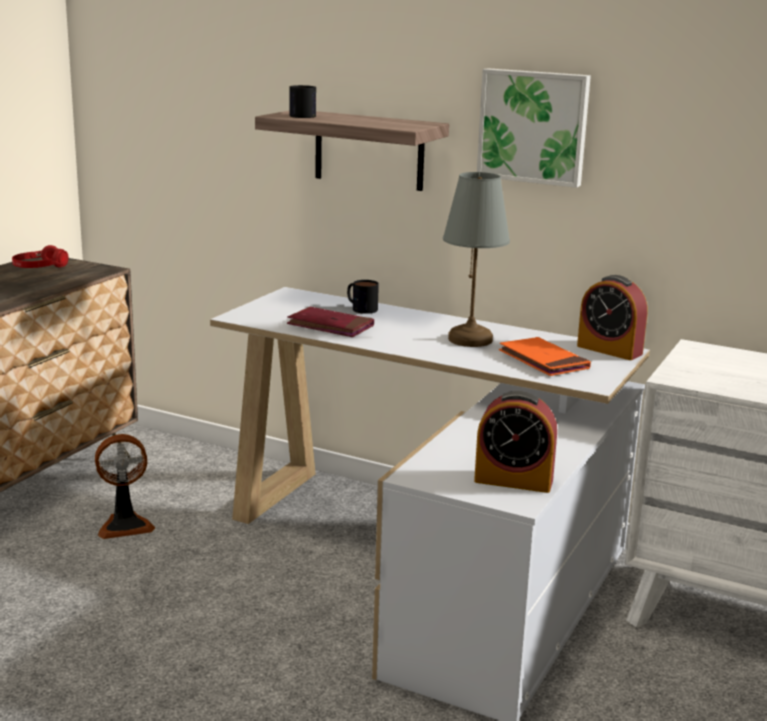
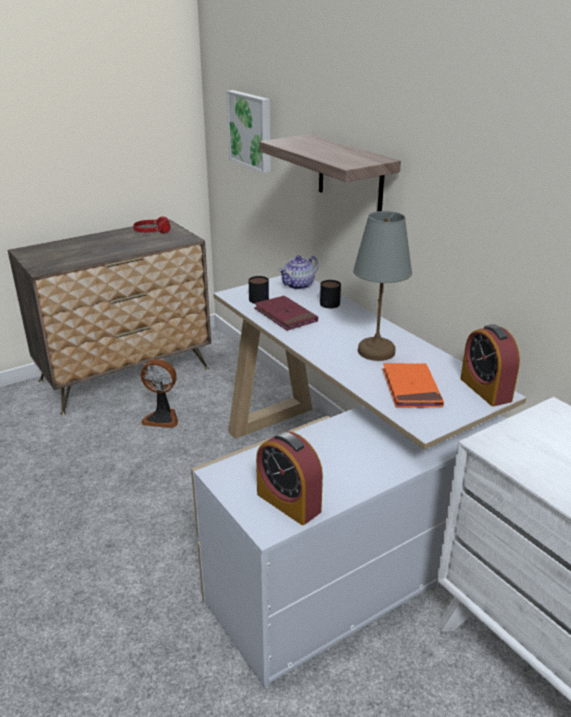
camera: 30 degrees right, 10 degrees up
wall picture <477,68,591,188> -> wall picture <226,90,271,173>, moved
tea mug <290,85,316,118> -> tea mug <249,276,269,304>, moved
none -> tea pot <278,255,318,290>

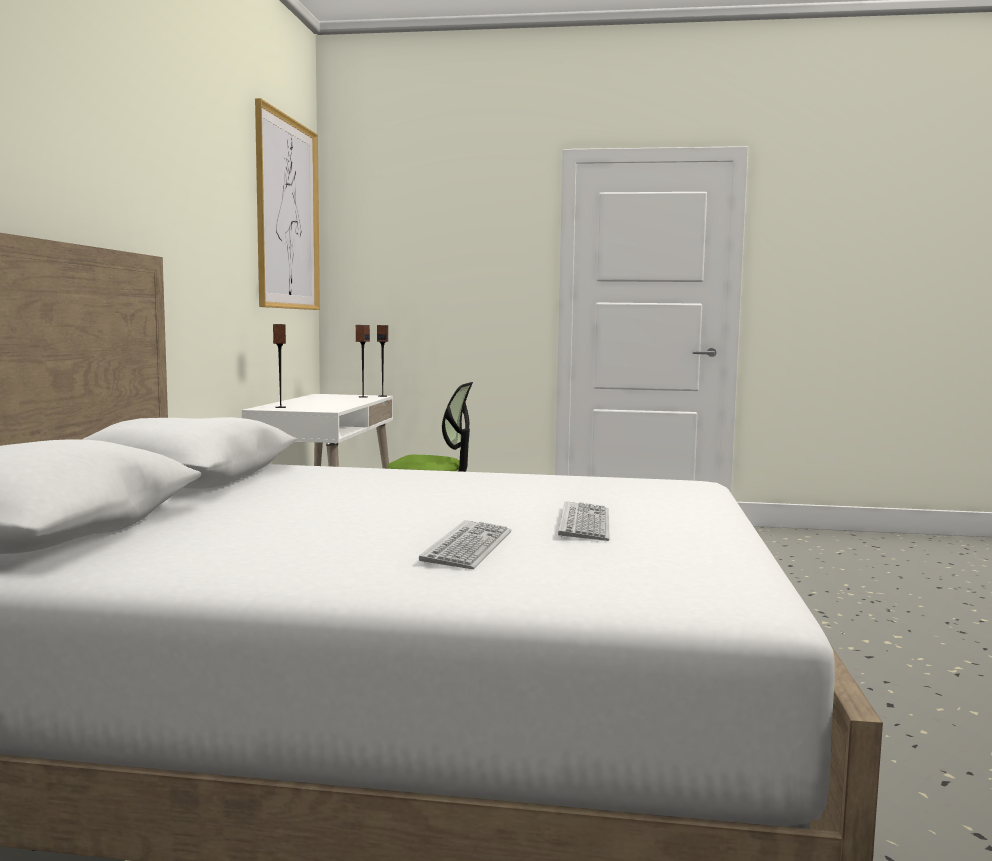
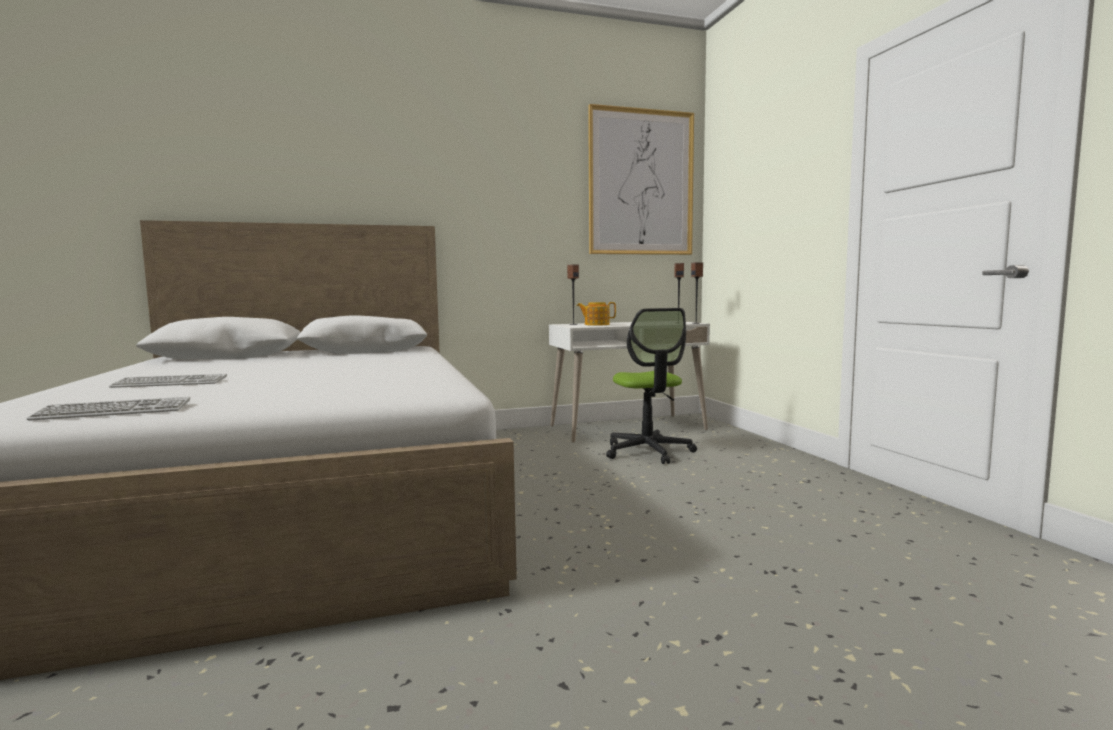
camera: 65 degrees right, 0 degrees up
computer keyboard <558,501,610,541> -> computer keyboard <27,397,190,421>, moved
none -> tea pot <577,302,616,326>

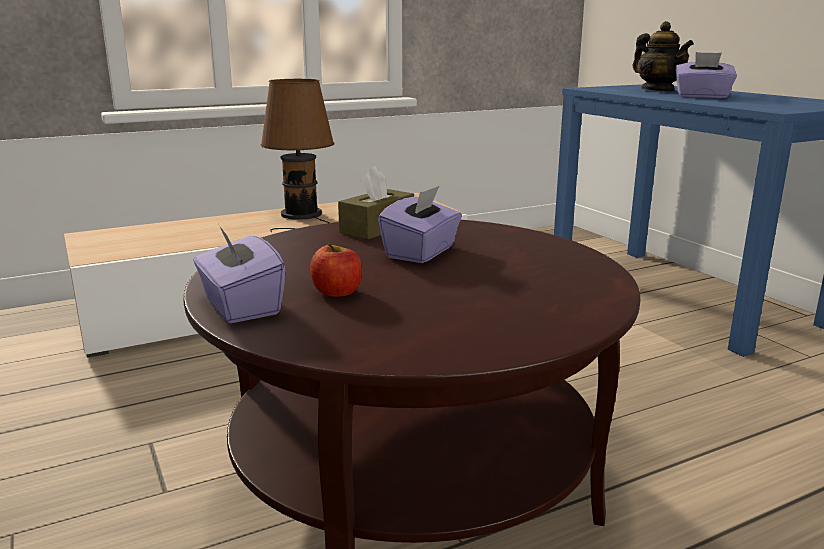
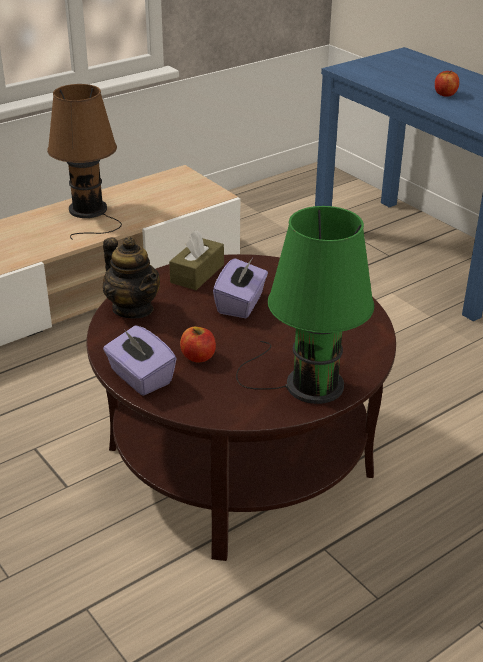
camera: 10 degrees left, 15 degrees up
tea pot <633,21,694,92> -> tea pot <103,237,160,318>, moved
purple-coloured tissue box <675,52,737,98> -> whole apple <435,70,459,97>
none -> green-coloured tabletop lamp <236,206,374,404>

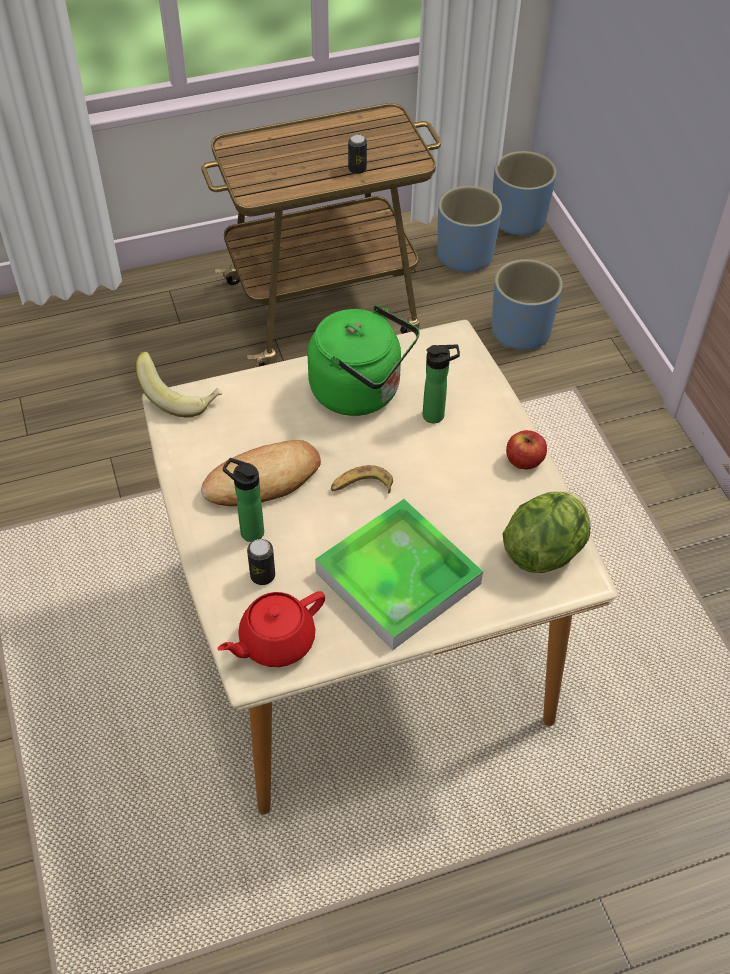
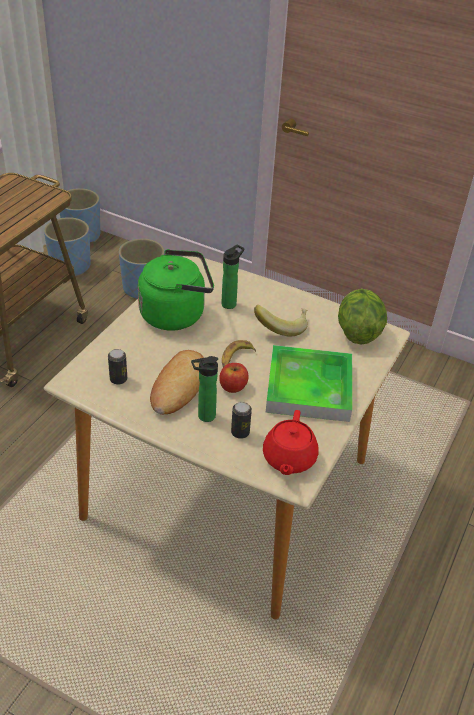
camera: 45 degrees left, 10 degrees down
metal can <348,134,367,174> -> metal can <108,349,127,385>, moved
whole banana <135,352,222,417> -> whole banana <254,305,308,336>, moved
whole apple <506,430,547,469> -> whole apple <219,363,249,393>, moved

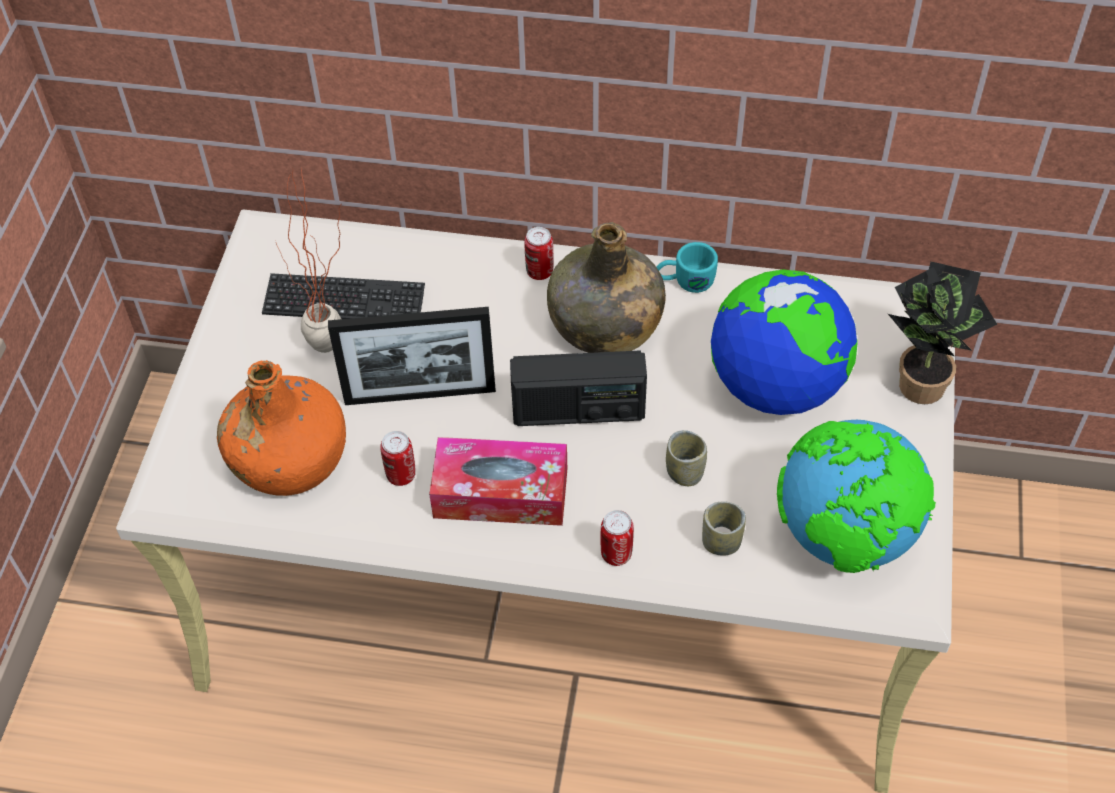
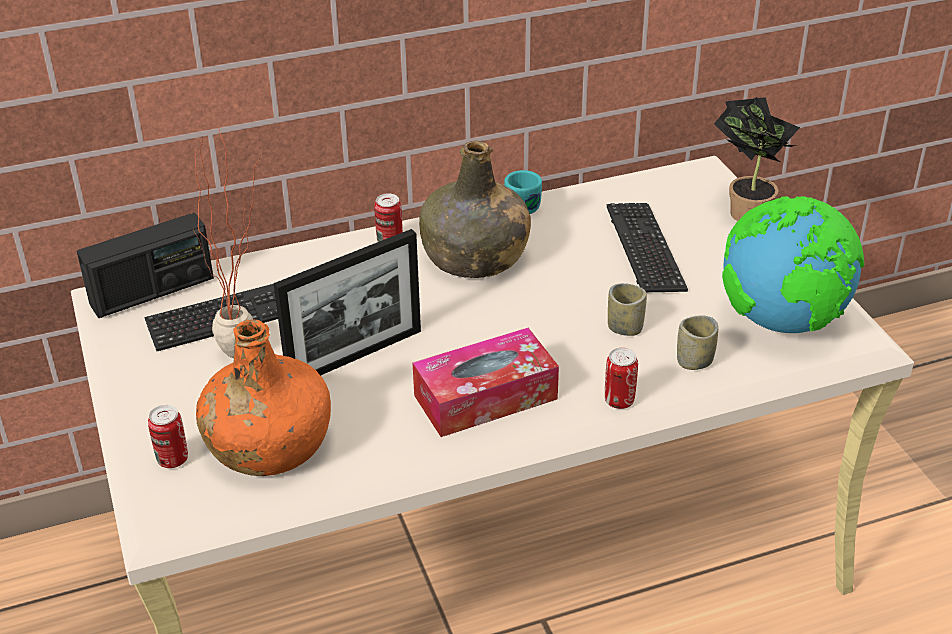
camera: 30 degrees left, 15 degrees down
world globe <711,270,858,415> -> computer keyboard <607,203,688,292>
radio receiver <510,350,647,426> -> radio receiver <77,213,214,318>, moved
metal can <380,431,416,486> -> metal can <148,405,188,468>, moved

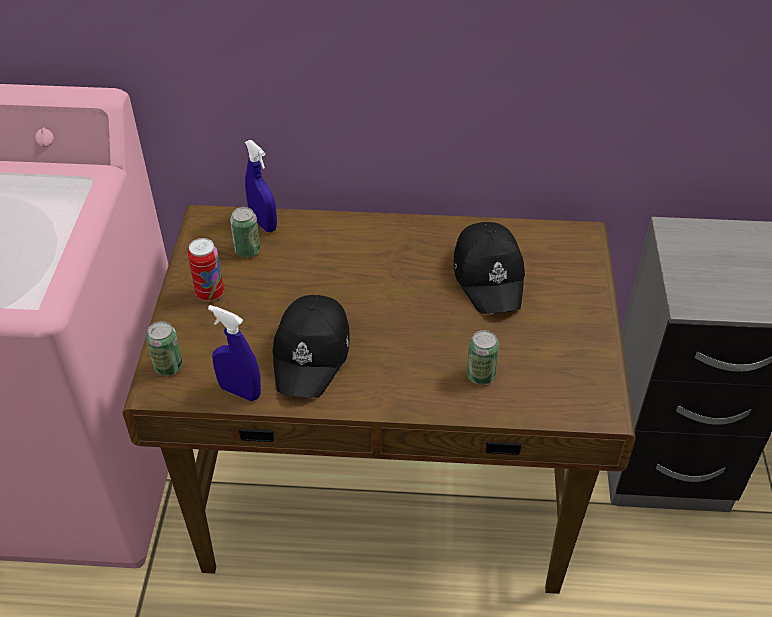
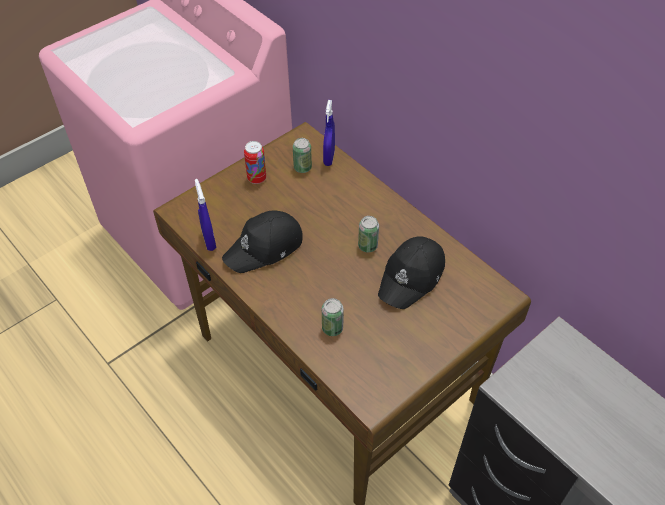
camera: 45 degrees right, 5 degrees up
metal can <146,321,183,376> -> metal can <358,216,379,252>, moved

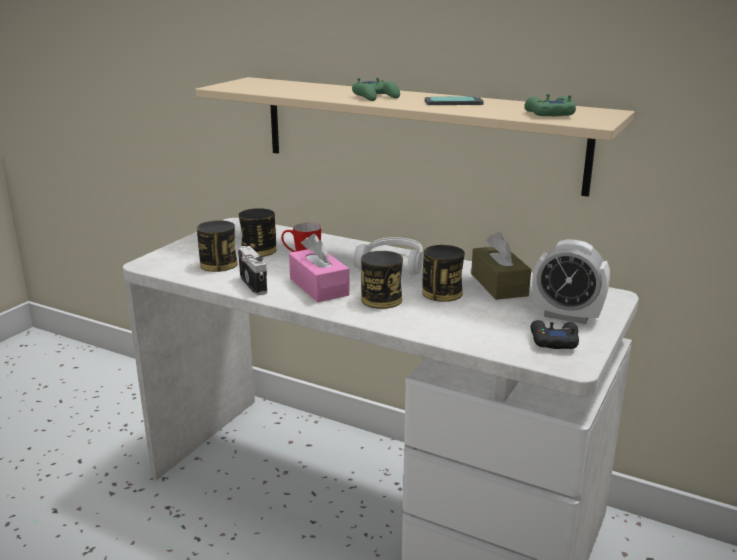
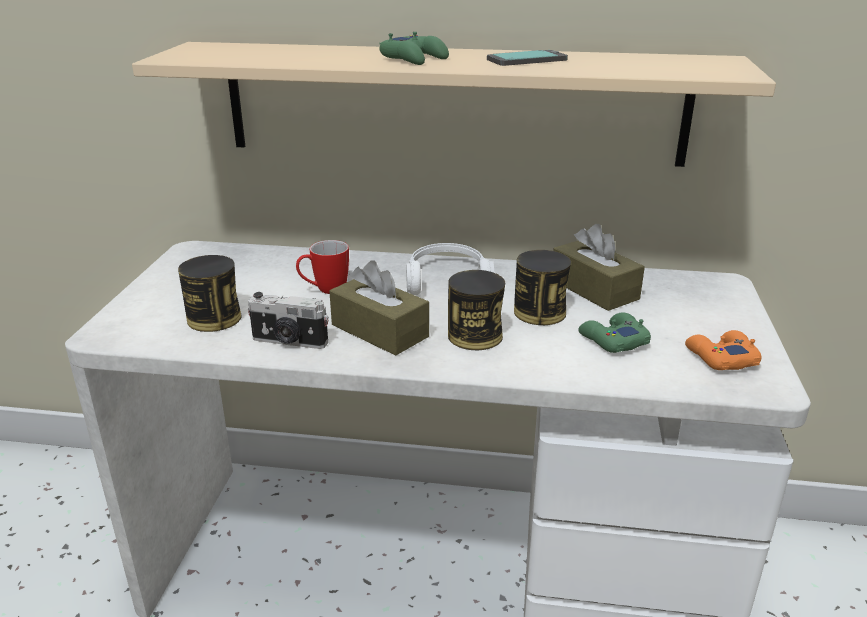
camera: 20 degrees left, 5 degrees up
green-coloured game controller <524,94,576,116> -> green-coloured game controller <578,312,651,353>, moved
metal can <239,208,276,257> -> none
pink-coloured tissue box <289,234,350,303> -> brown tissue box <329,261,429,356>
bedside clock <532,239,610,324> -> none
photo camera <238,246,267,295> -> photo camera <248,292,328,349>, 150 degrees clockwise
black-coloured game controller <530,320,579,349> -> orange-coloured game controller <685,330,761,370>

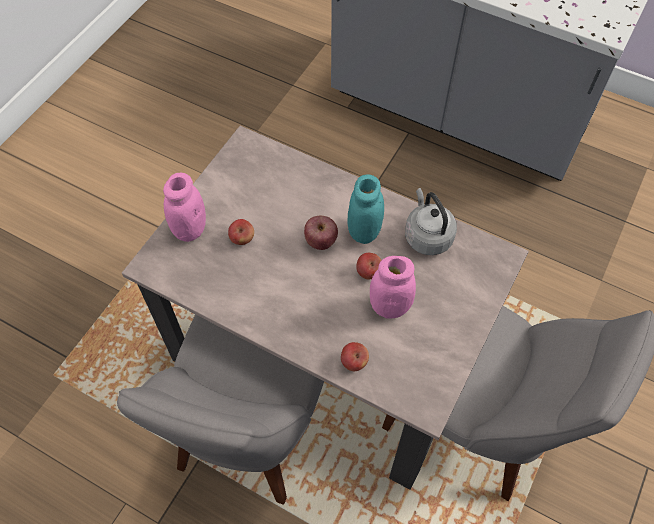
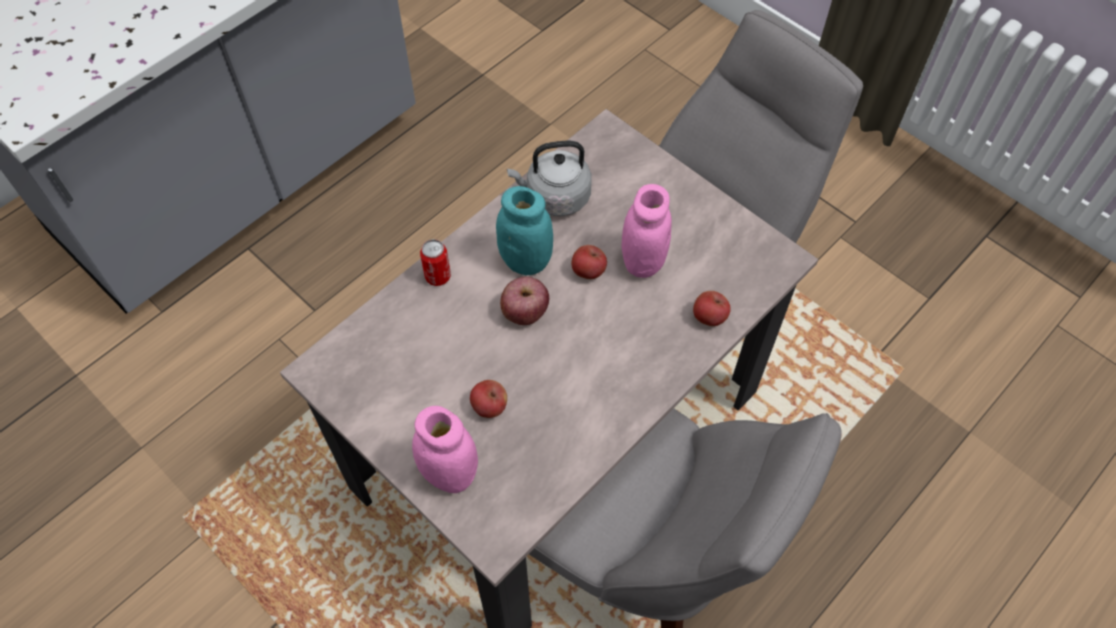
camera: 75 degrees left, 0 degrees up
none -> metal can <420,239,451,286>

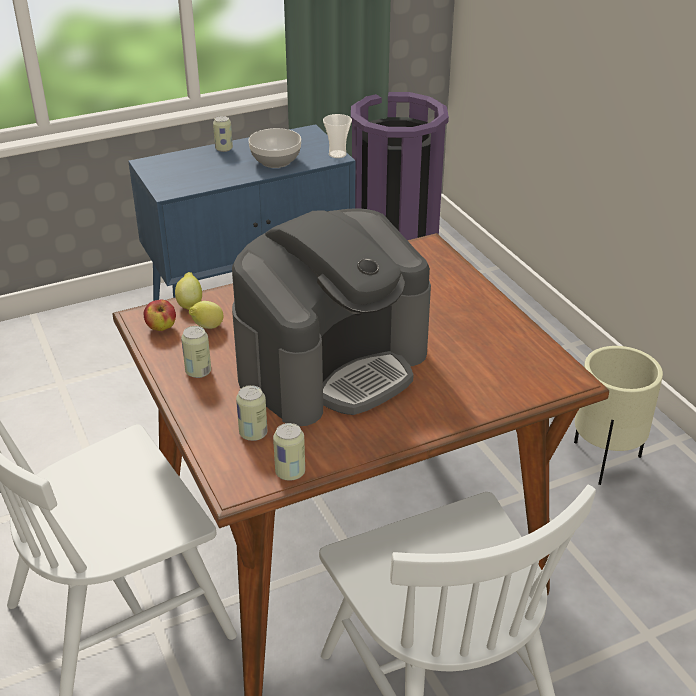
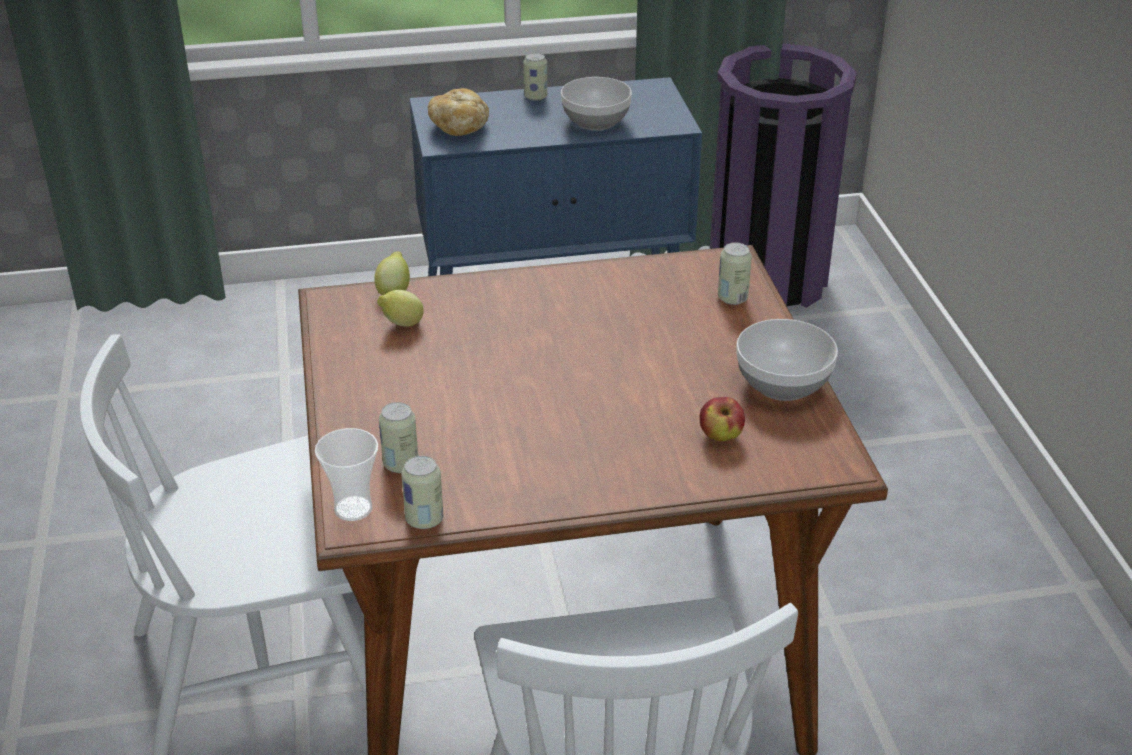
camera: 15 degrees right, 0 degrees up
cup <323,114,352,158> -> cup <315,428,378,521>, moved
coffee machine <232,208,431,426> -> none
whole apple <144,299,176,331> -> whole apple <699,397,745,441>, moved
metal can <181,326,211,378> -> metal can <718,242,752,305>, moved
beige plant pot <574,346,663,485> -> none
none -> baked bread <428,88,489,136>
none -> deep dish <736,319,838,401>

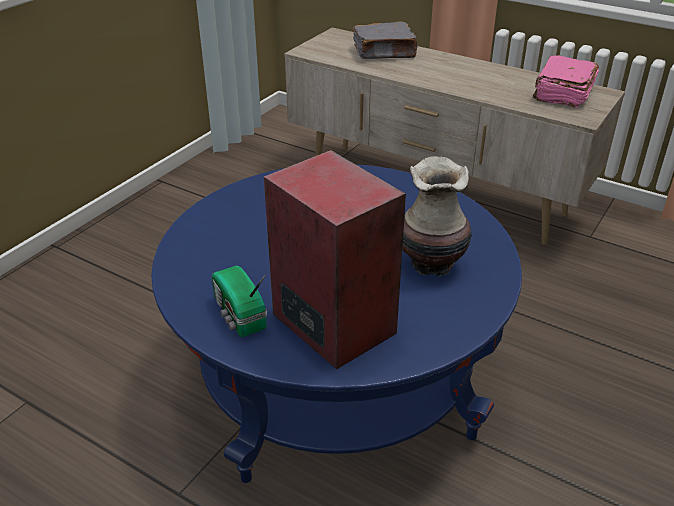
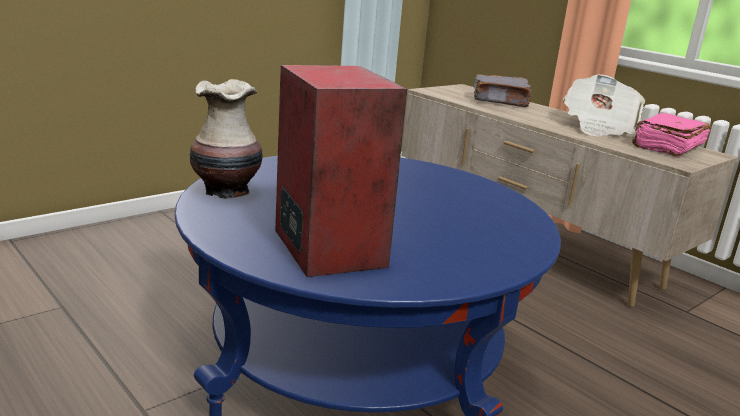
camera: 15 degrees right, 15 degrees down
flower vase <402,156,472,276> -> flower vase <190,79,263,199>, moved
radio receiver <212,266,267,337> -> none
none -> newspaper <563,74,645,136>

